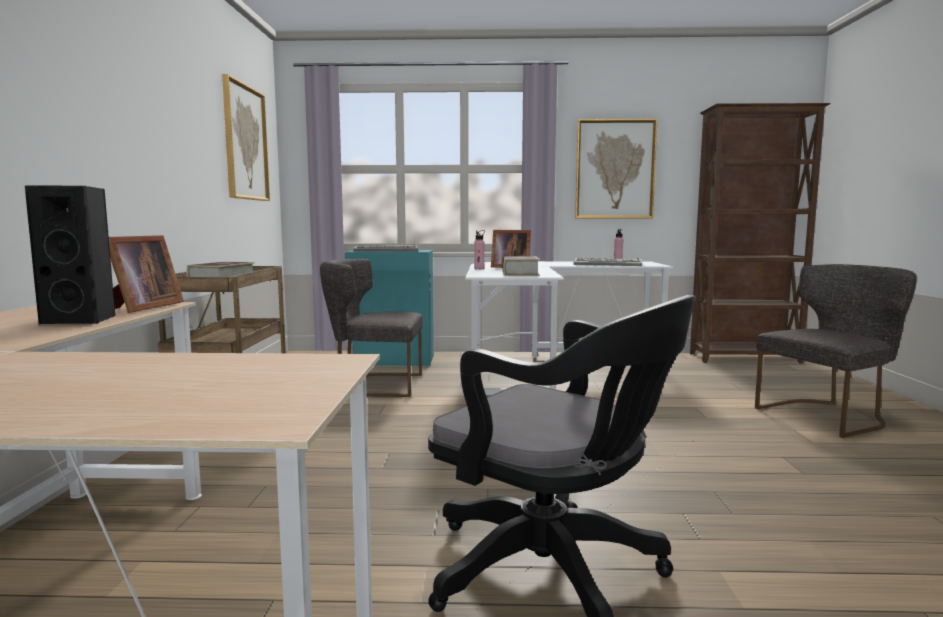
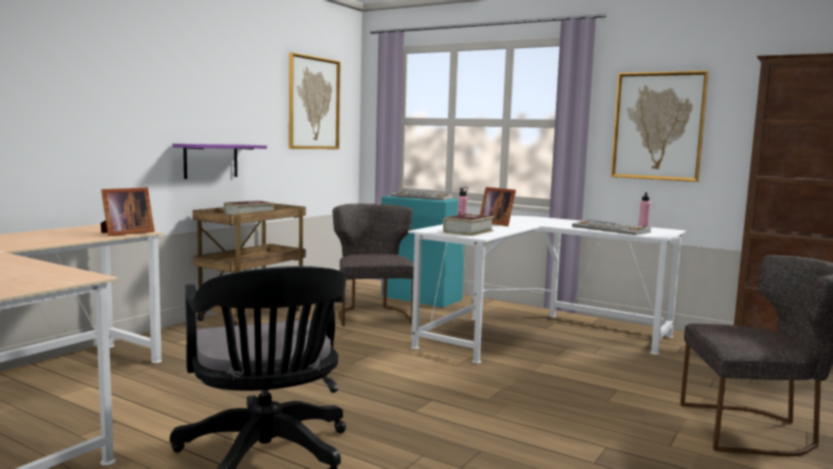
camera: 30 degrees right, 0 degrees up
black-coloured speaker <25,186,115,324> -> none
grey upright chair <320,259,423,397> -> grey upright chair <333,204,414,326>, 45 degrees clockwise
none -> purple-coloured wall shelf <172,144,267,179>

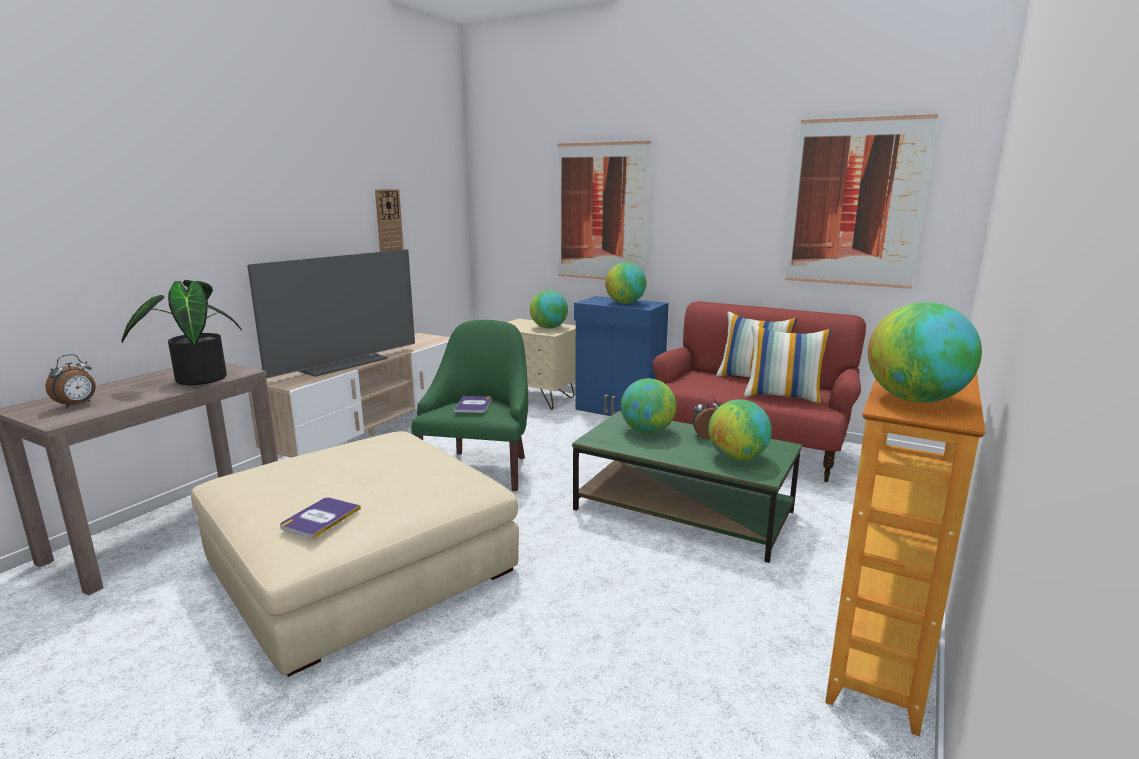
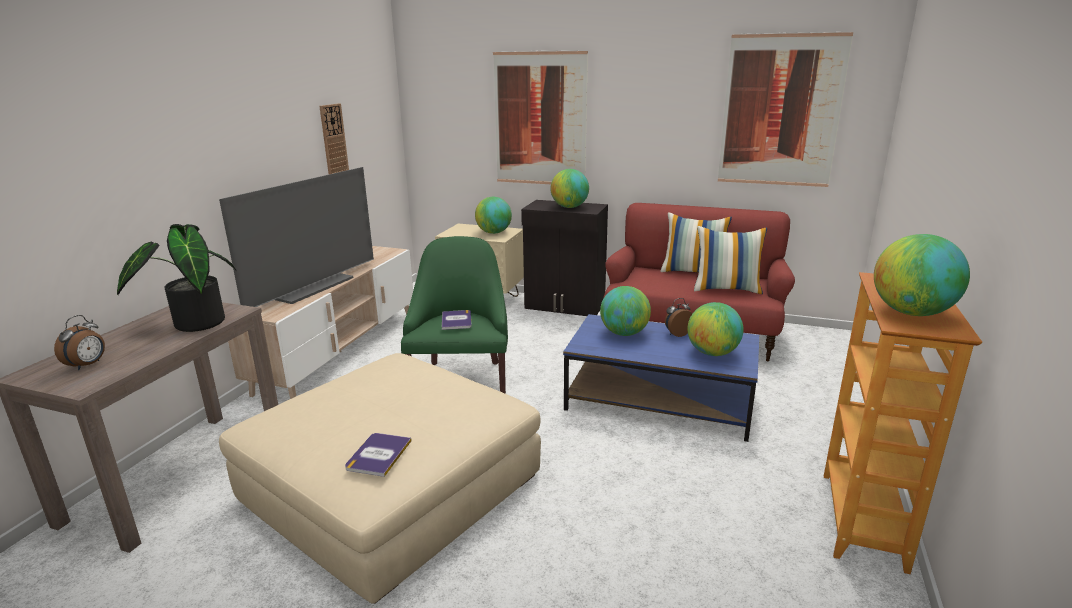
camera: 10 degrees left, 5 degrees up
blue cabinet <574,296,669,416> -> black-coloured cabinet <521,200,608,316>
green-coloured low table <572,411,802,563> -> blue low table <563,314,759,442>

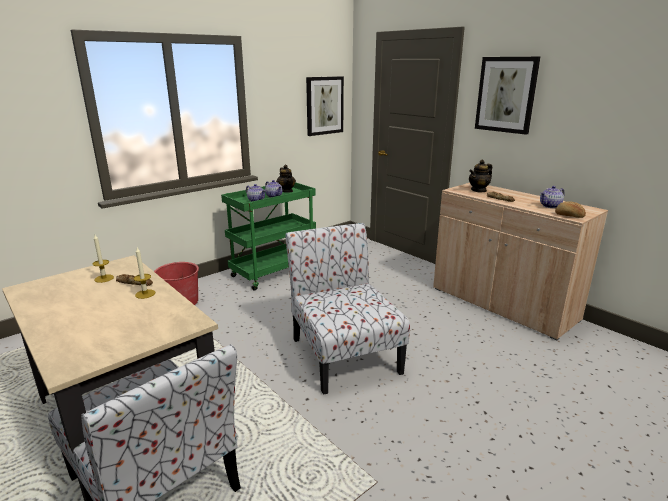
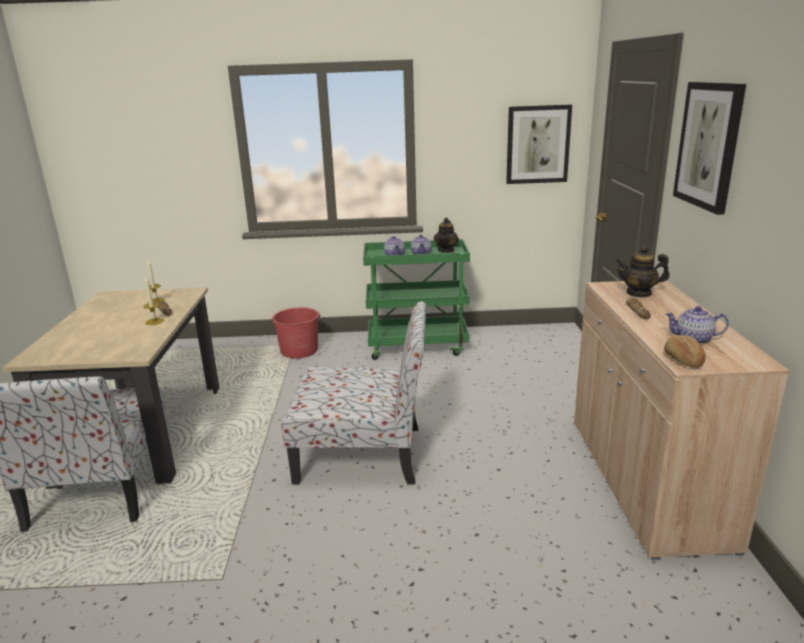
camera: 40 degrees right, 0 degrees up
upright chair <286,223,410,395> -> upright chair <281,302,426,484>, 75 degrees clockwise

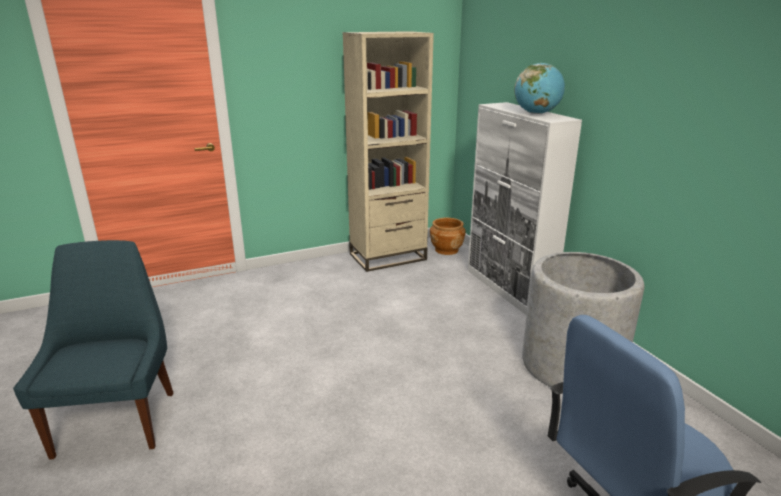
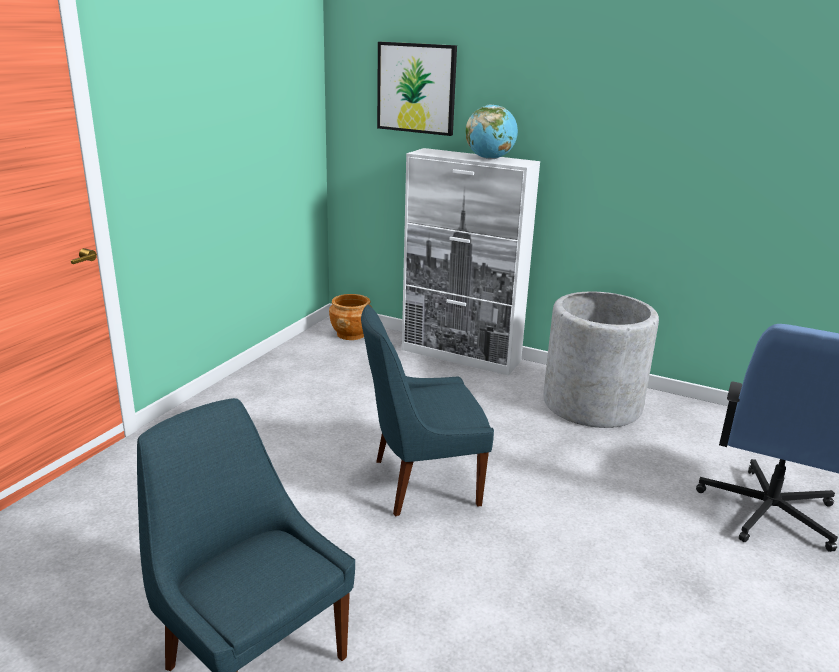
camera: 40 degrees left, 0 degrees up
beige bookshelf <343,31,434,272> -> none
none -> wall picture <377,42,457,136>
none -> blue upright chair <361,305,494,516>

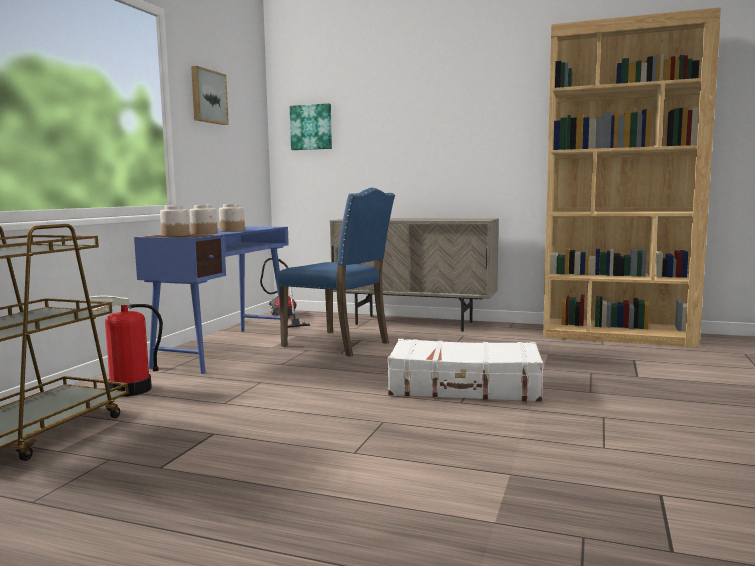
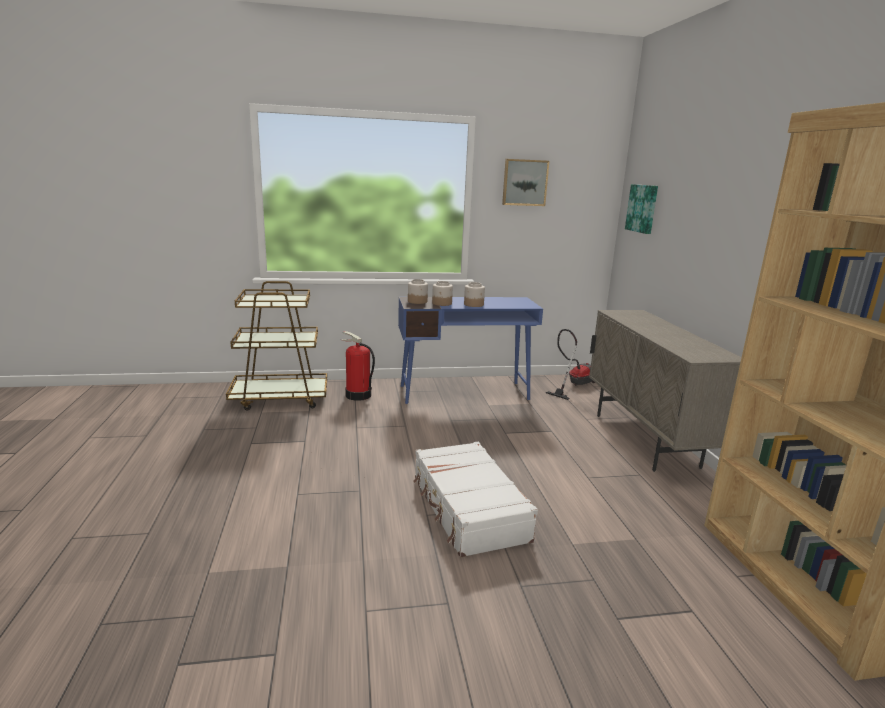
camera: 60 degrees right, 10 degrees up
blue upright chair <278,187,395,357> -> none

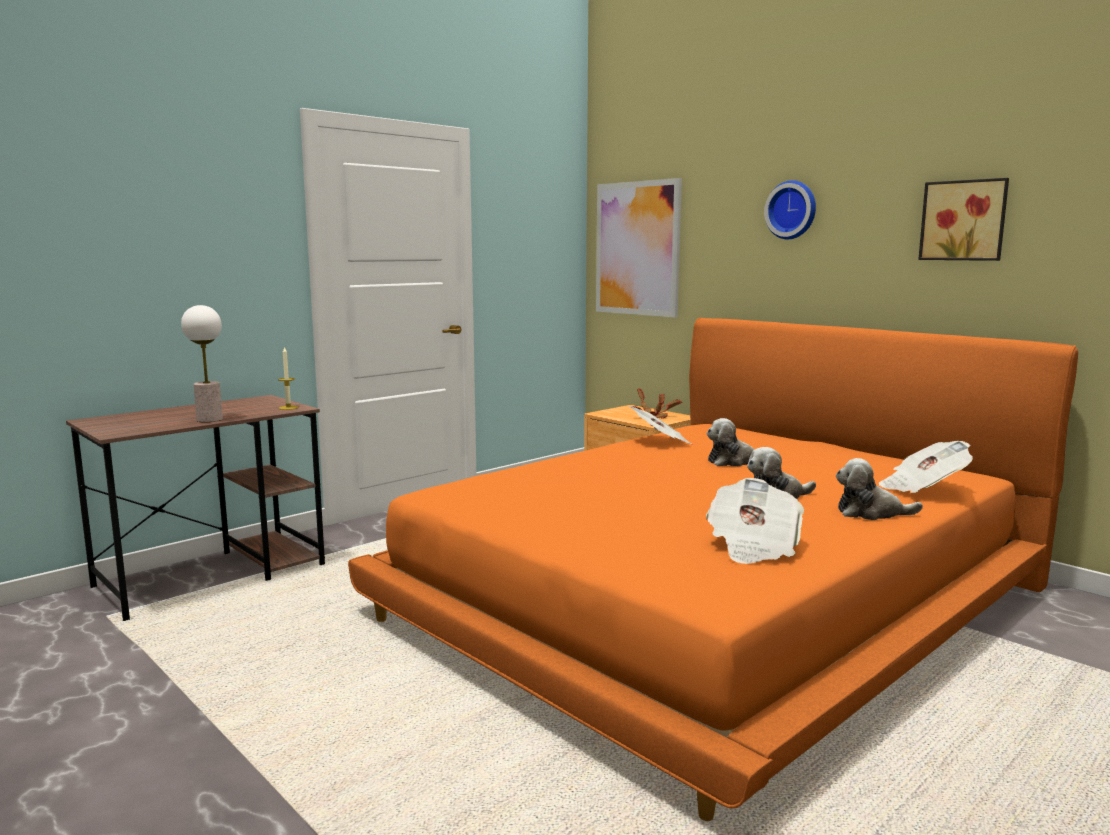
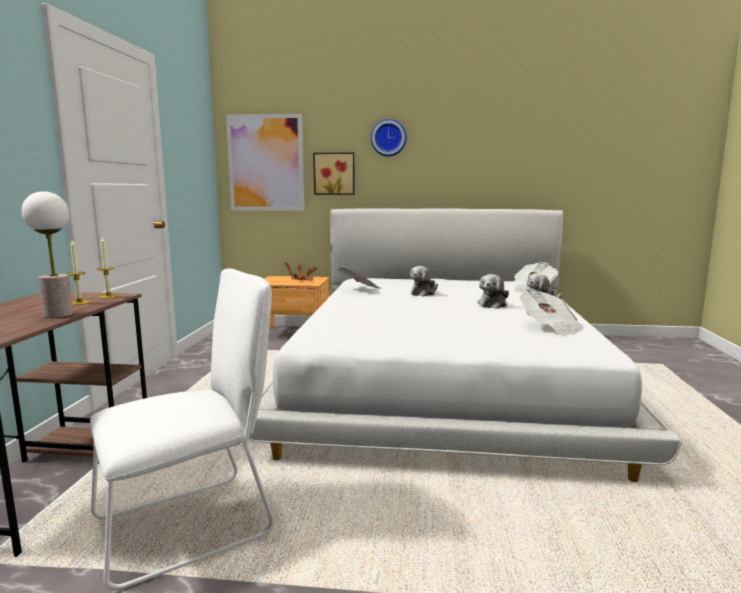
camera: 40 degrees left, 0 degrees up
wall picture <918,178,1009,261> -> wall picture <313,152,355,195>, moved
orange-coloured bed <348,318,1078,821> -> whitish bed <248,208,682,482>
none -> wax candle <67,240,91,305>
none -> whitish upright chair <90,268,274,590>

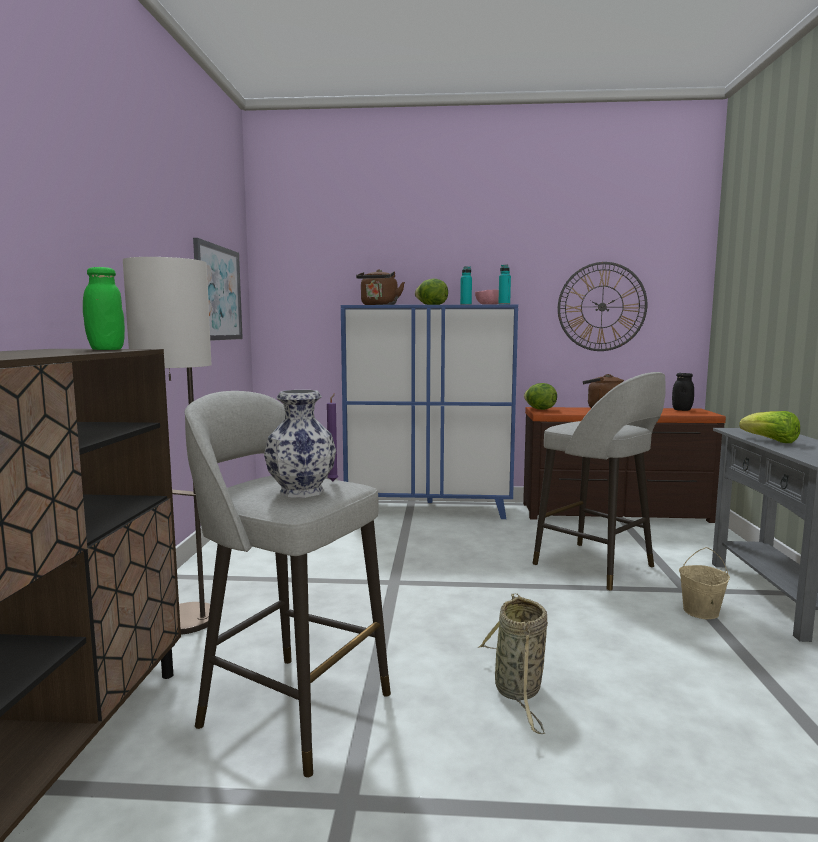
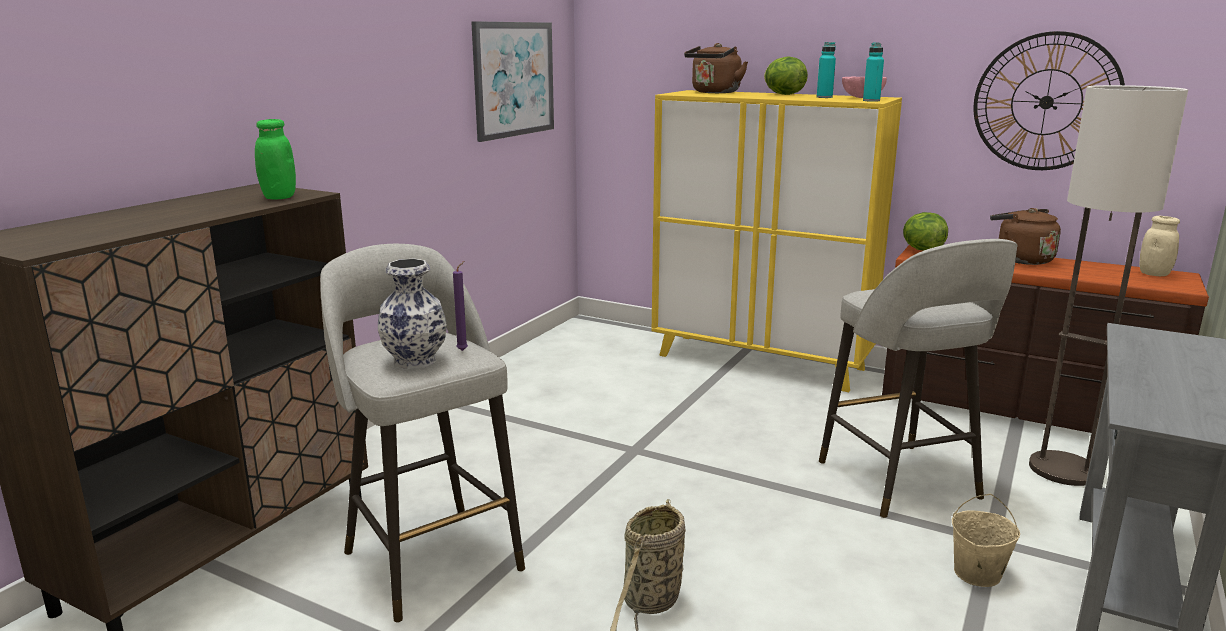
camera: 25 degrees right, 10 degrees up
standard lamp <123,257,212,635> -> standard lamp <1029,85,1188,486>, moved
blue cabinet <341,305,518,519> -> yellow-coloured cabinet <652,90,902,392>
black-coloured preserve jar <672,373,694,411> -> beige preserve jar <1139,216,1180,276>
head of lettuce <739,411,800,443> -> none

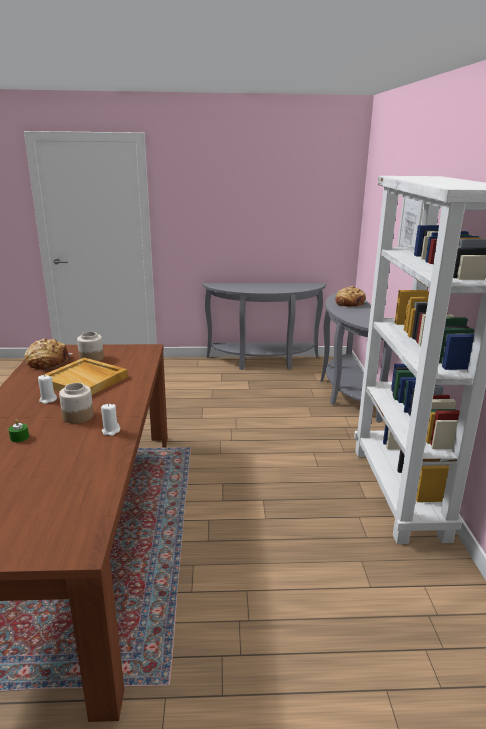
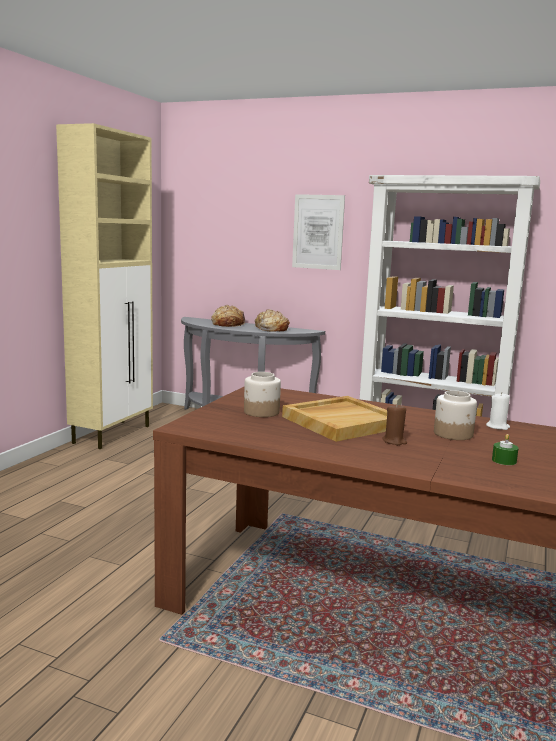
camera: 65 degrees left, 10 degrees down
grey hall table <202,283,326,370> -> beige cabinet <56,123,153,449>
baked bread <24,338,73,369> -> baked bread <255,309,290,332>, moved
whitish wax candle <38,375,57,404> -> brown wax candle <382,403,407,445>

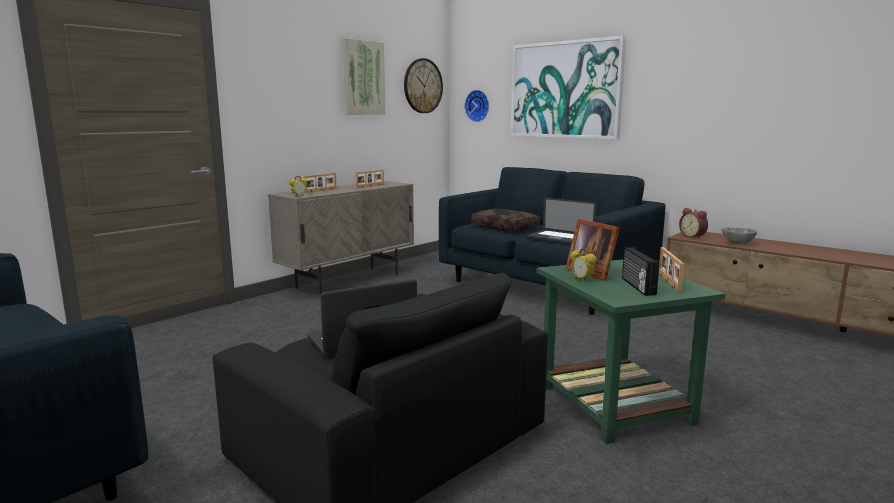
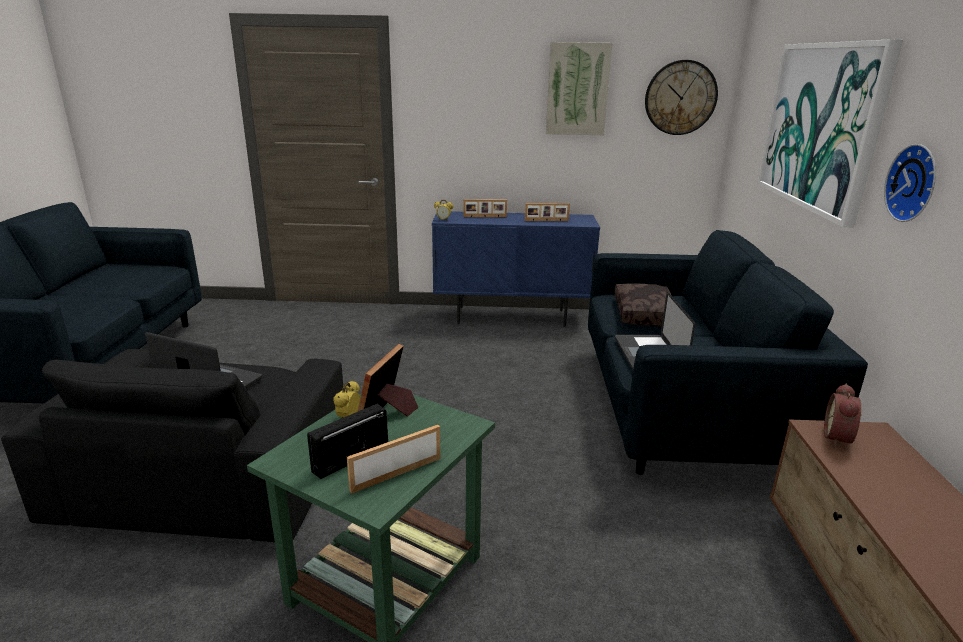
camera: 50 degrees right, 10 degrees up
clock on the wall <465,90,489,122> -> clock on the wall <884,144,936,222>, moved
beige cabinet <268,181,414,295> -> blue cabinet <432,211,600,327>
grey deep dish <722,227,757,244> -> none

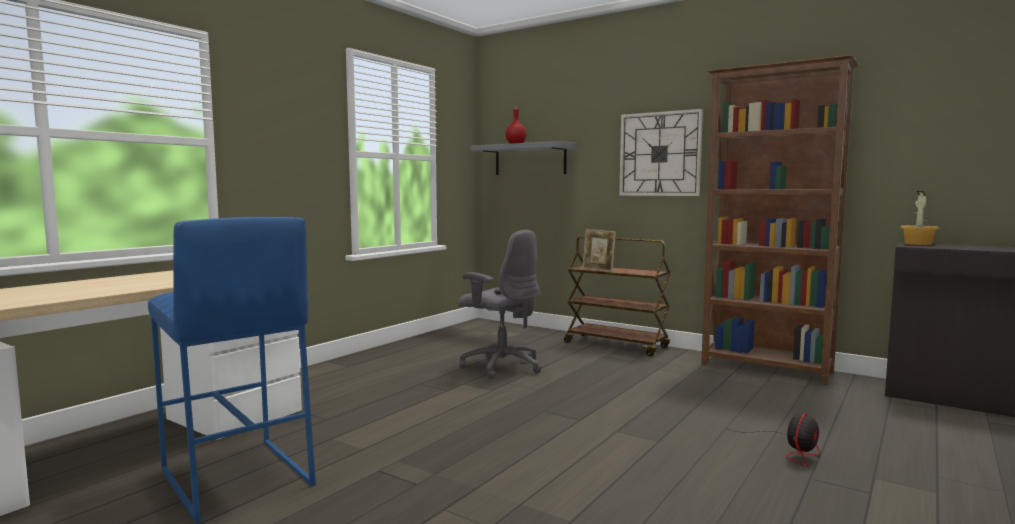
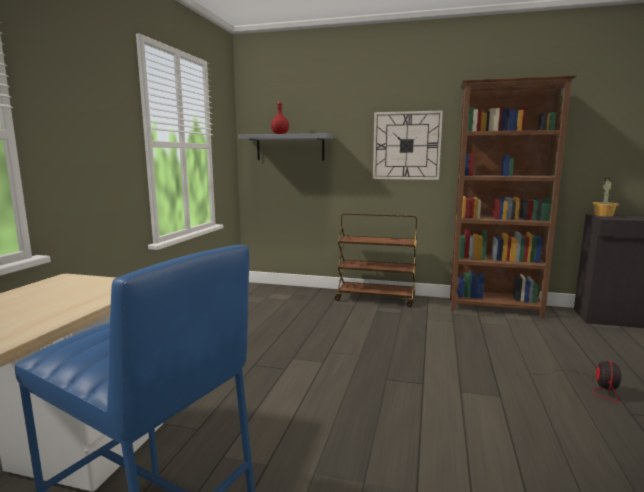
camera: 20 degrees left, 5 degrees up
picture frame <583,229,616,272> -> none
grey computer chair <458,230,541,379> -> none

